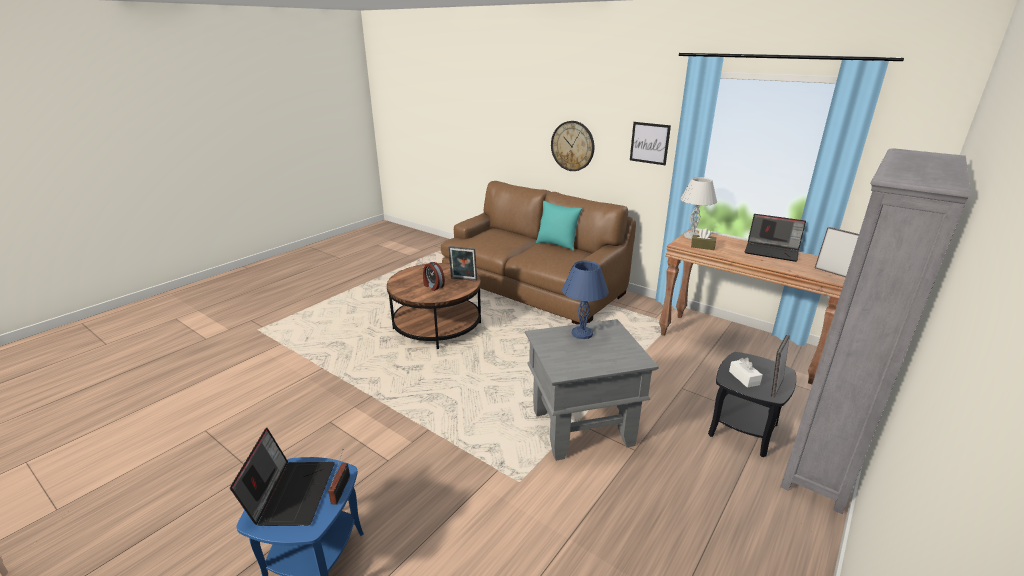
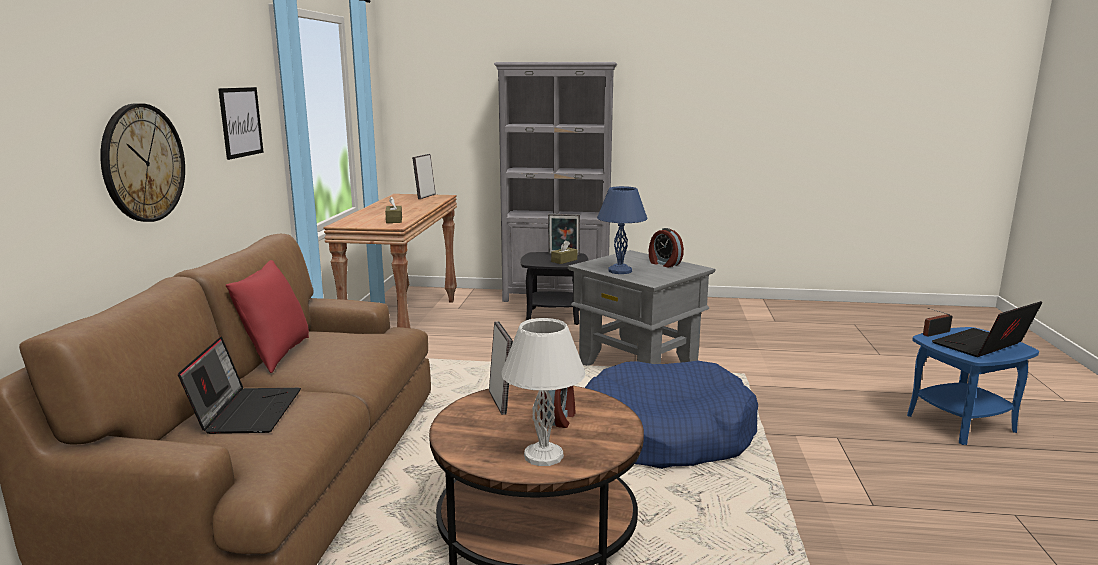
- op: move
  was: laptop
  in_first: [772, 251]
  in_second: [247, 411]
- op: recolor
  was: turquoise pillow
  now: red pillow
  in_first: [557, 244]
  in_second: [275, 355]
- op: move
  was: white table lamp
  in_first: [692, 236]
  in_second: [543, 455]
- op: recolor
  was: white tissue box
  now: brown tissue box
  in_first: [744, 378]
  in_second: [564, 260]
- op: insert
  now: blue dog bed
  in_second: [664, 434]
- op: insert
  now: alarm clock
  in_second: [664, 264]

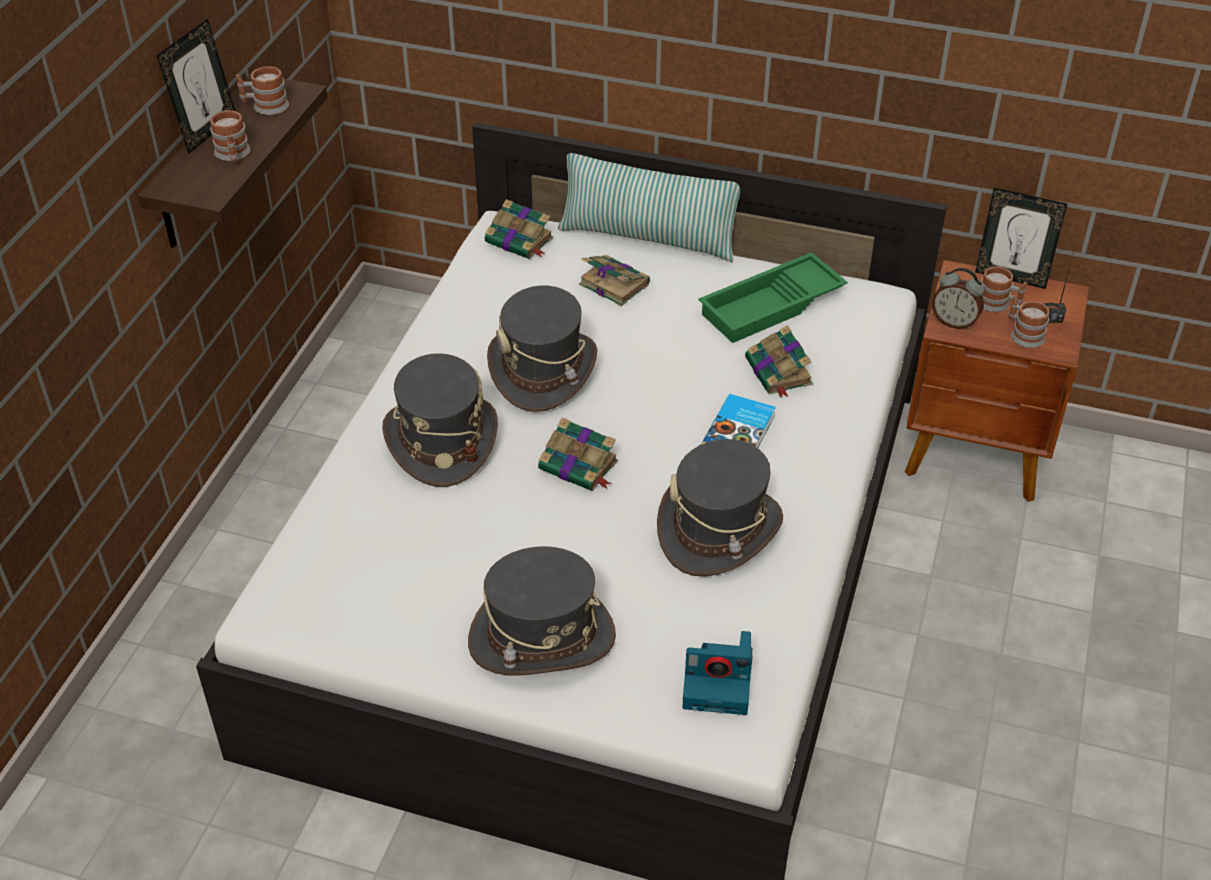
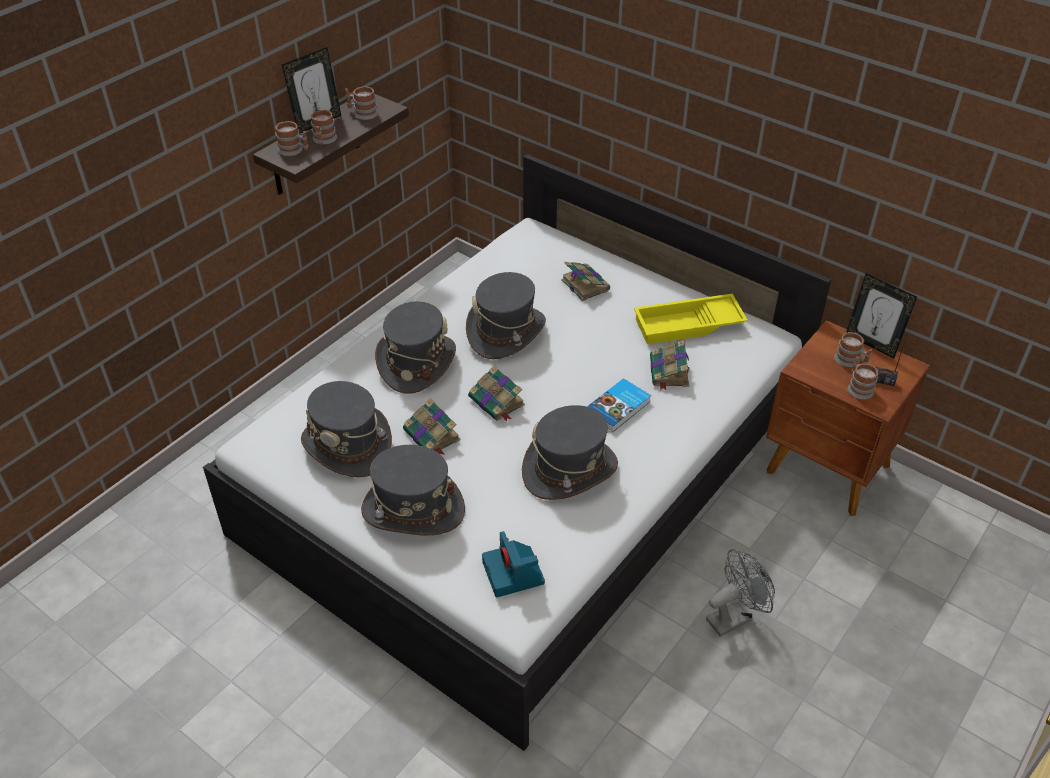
- op: insert
  now: mug
  in_second: [294, 150]
- op: insert
  now: grey hat
  in_second: [348, 445]
- op: move
  was: book
  in_first: [520, 241]
  in_second: [432, 436]
- op: rotate
  was: photo camera
  in_first: [719, 683]
  in_second: [514, 574]
  clockwise: 45
- op: recolor
  was: green tray
  now: yellow tray
  in_first: [772, 307]
  in_second: [688, 326]
- op: insert
  now: grey fan
  in_second: [734, 616]
- op: delete
  was: pillow
  in_first: [648, 238]
- op: delete
  was: alarm clock
  in_first: [954, 322]

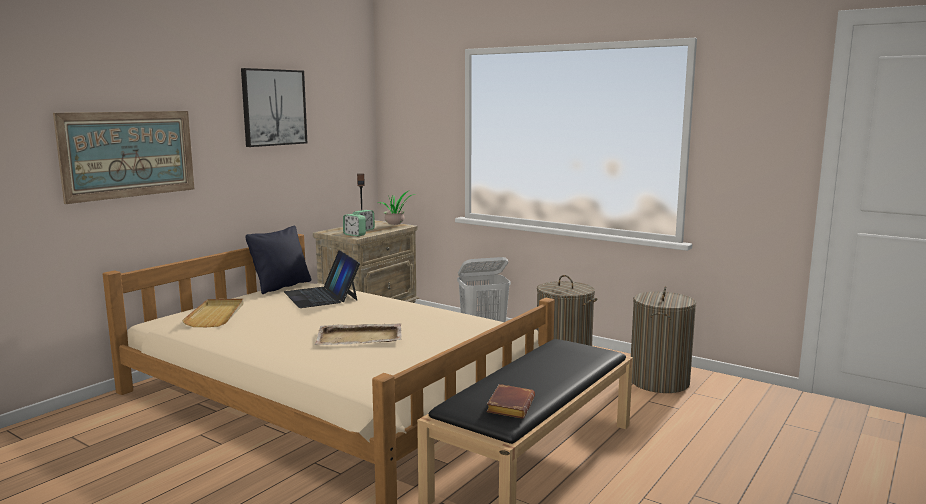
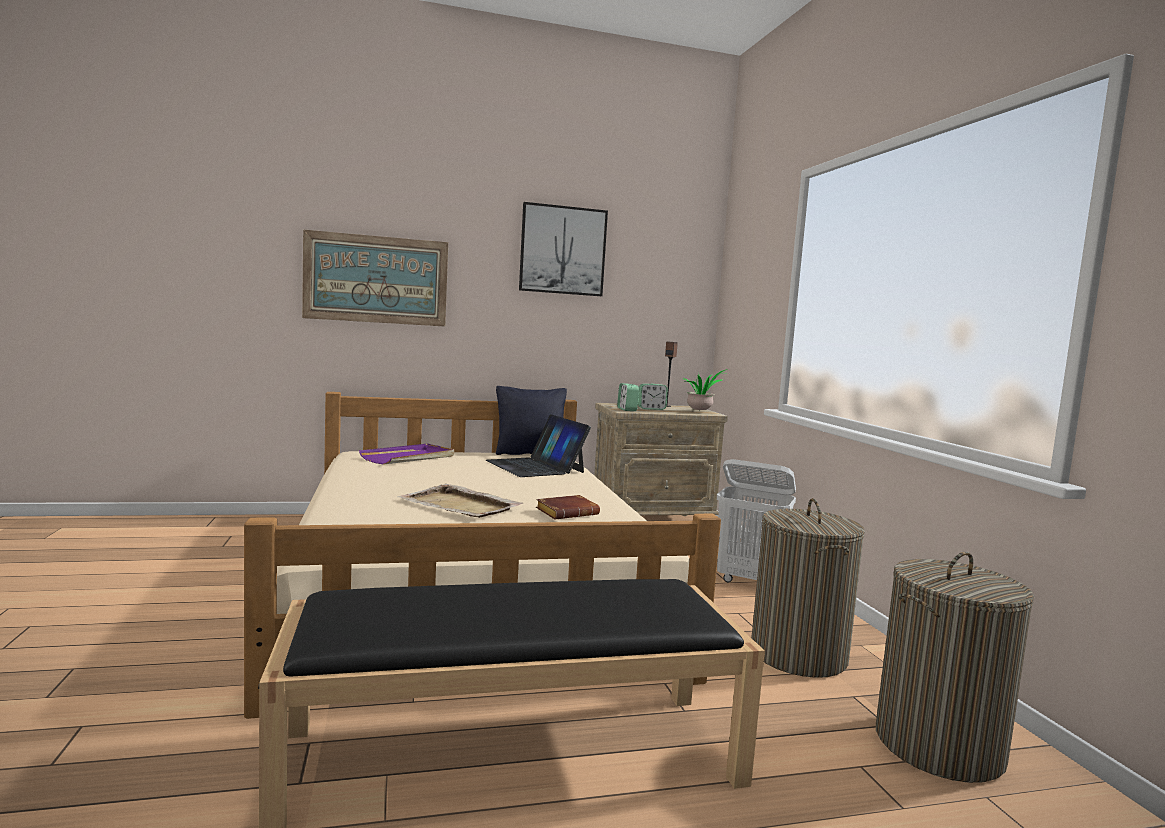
- op: recolor
  was: beige tray
  now: purple tray
  in_first: [216, 315]
  in_second: [409, 457]
- op: rotate
  was: laptop
  in_first: [321, 296]
  in_second: [535, 466]
  clockwise: -45
- op: move
  was: brown book
  in_first: [509, 406]
  in_second: [567, 512]

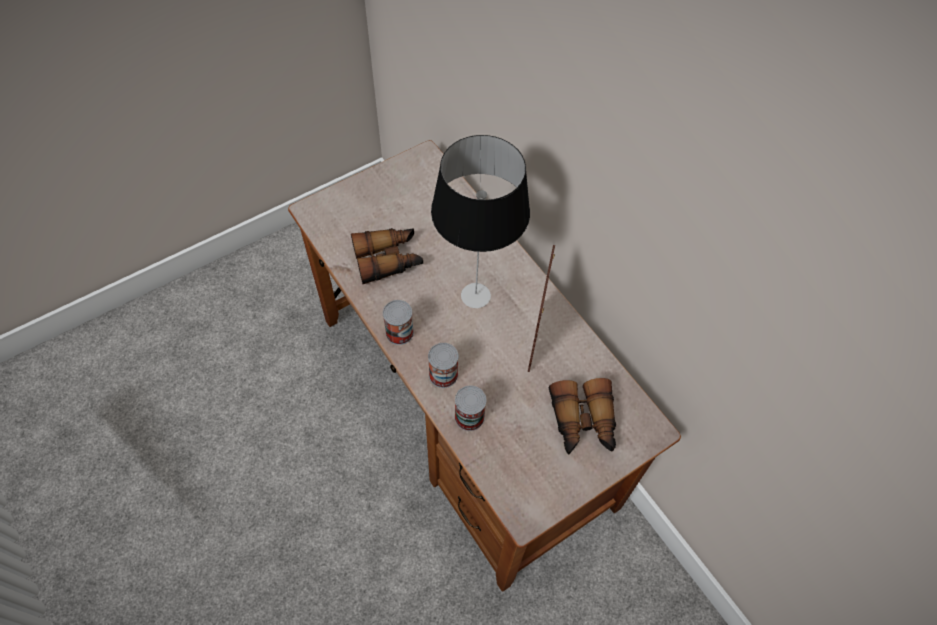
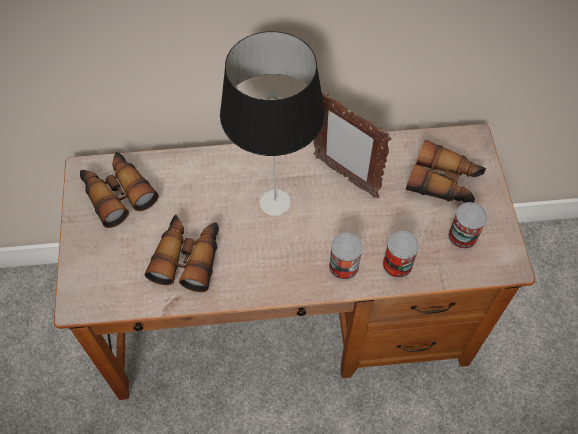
- op: insert
  now: binoculars
  in_second: [117, 193]
- op: move
  was: can
  in_first: [399, 332]
  in_second: [462, 236]

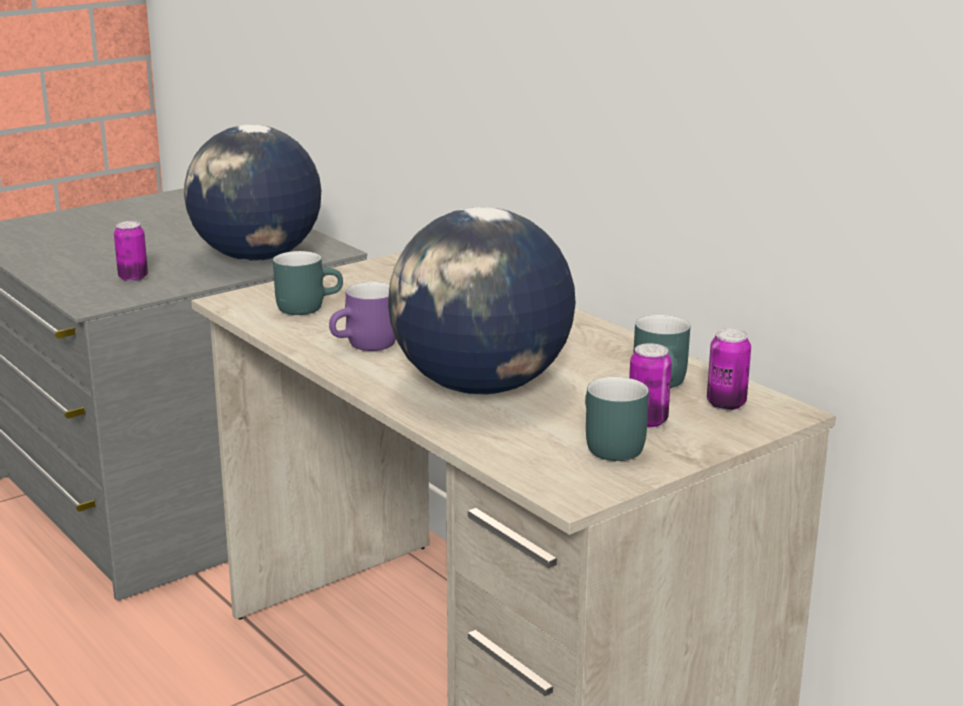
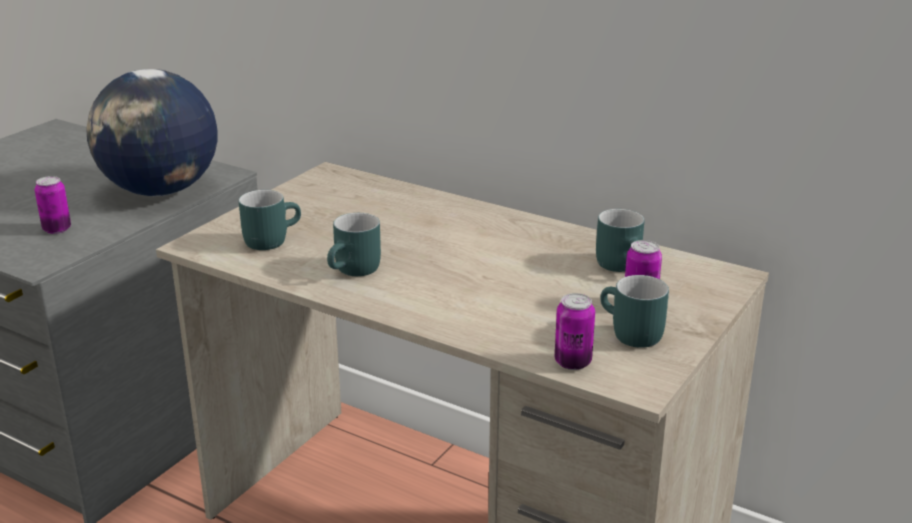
- op: recolor
  was: purple mug
  now: turquoise mug
  in_first: [367, 346]
  in_second: [356, 271]
- op: move
  was: can
  in_first: [726, 404]
  in_second: [572, 362]
- op: delete
  was: globe
  in_first: [479, 387]

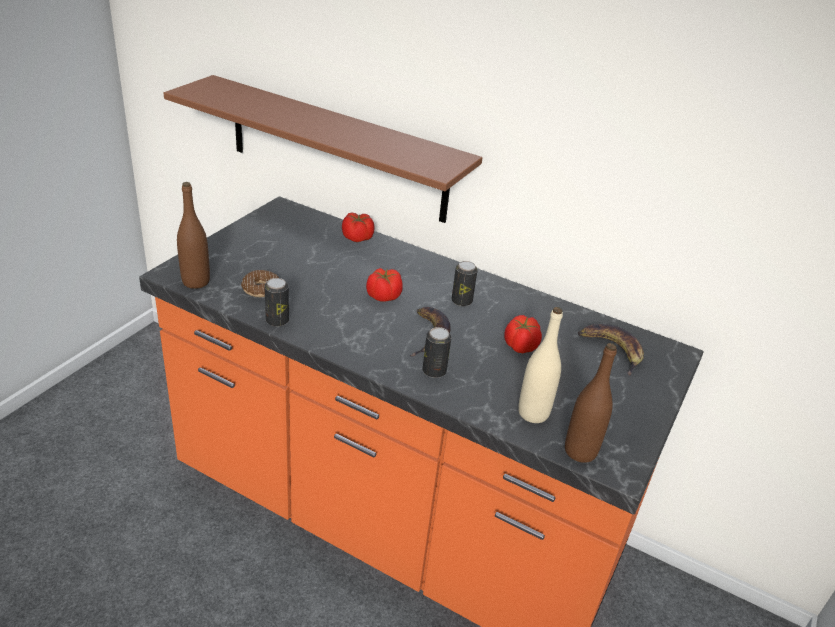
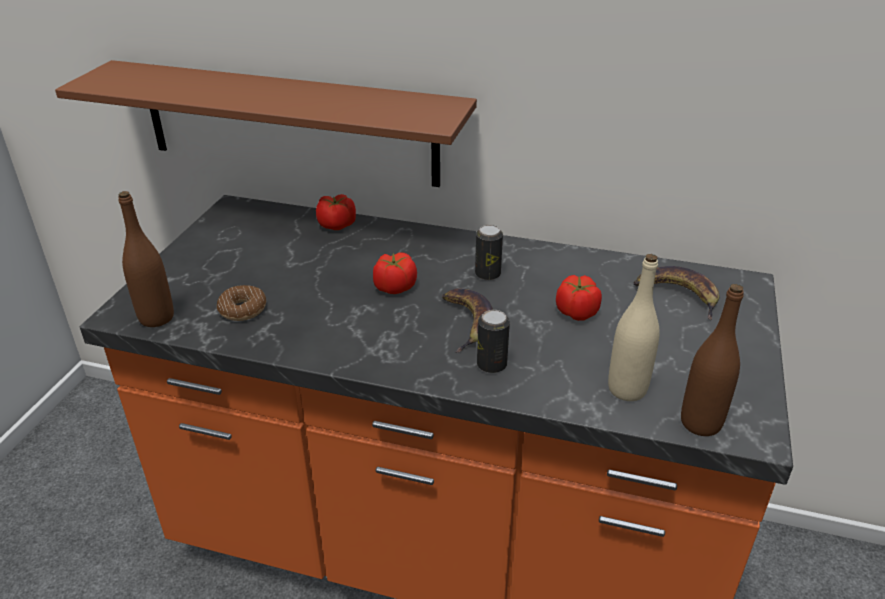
- op: delete
  was: can
  in_first: [277, 321]

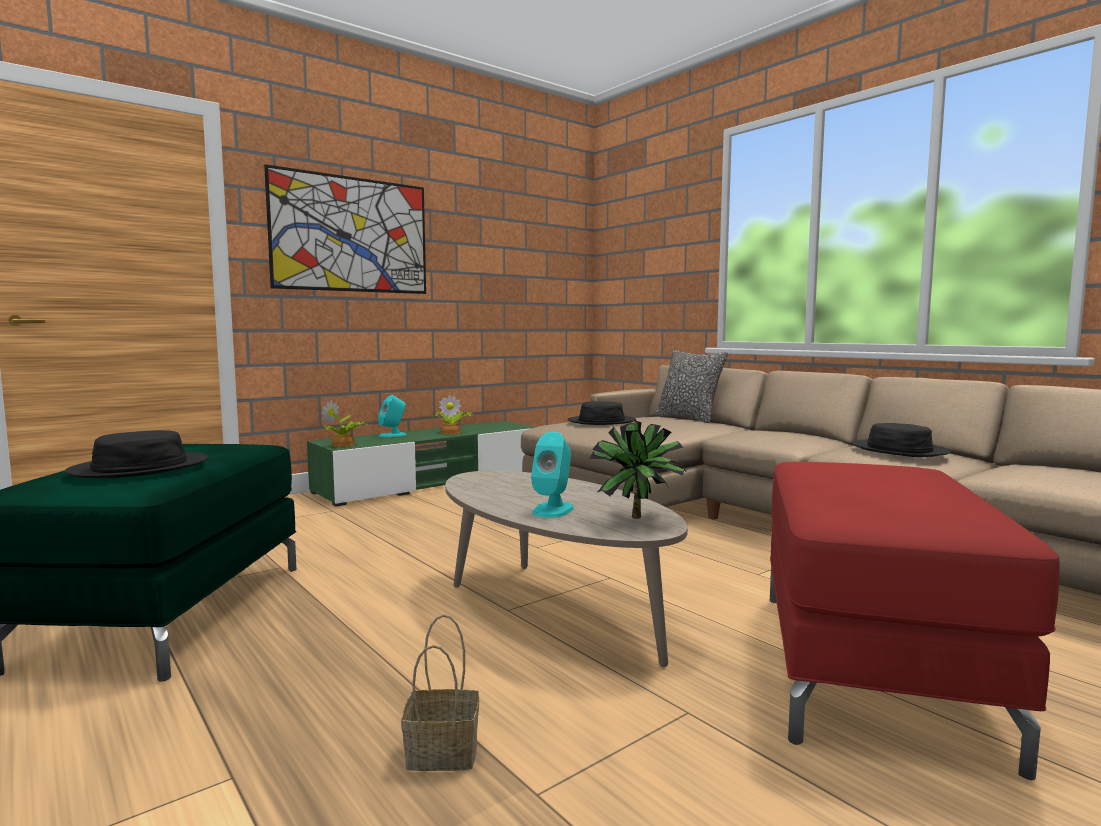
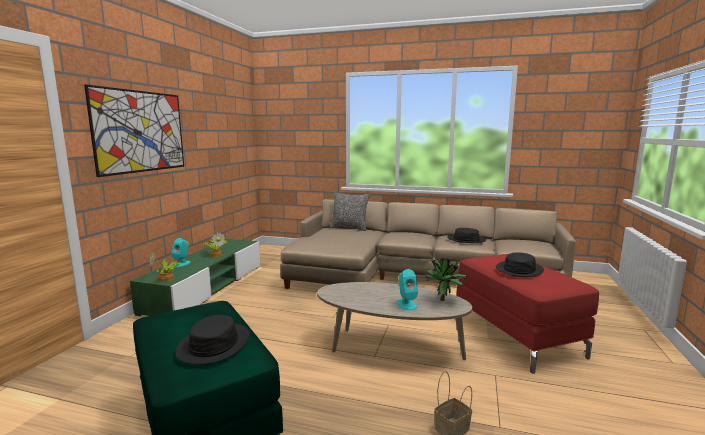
- op: move
  was: black hat
  in_first: [601, 421]
  in_second: [519, 269]

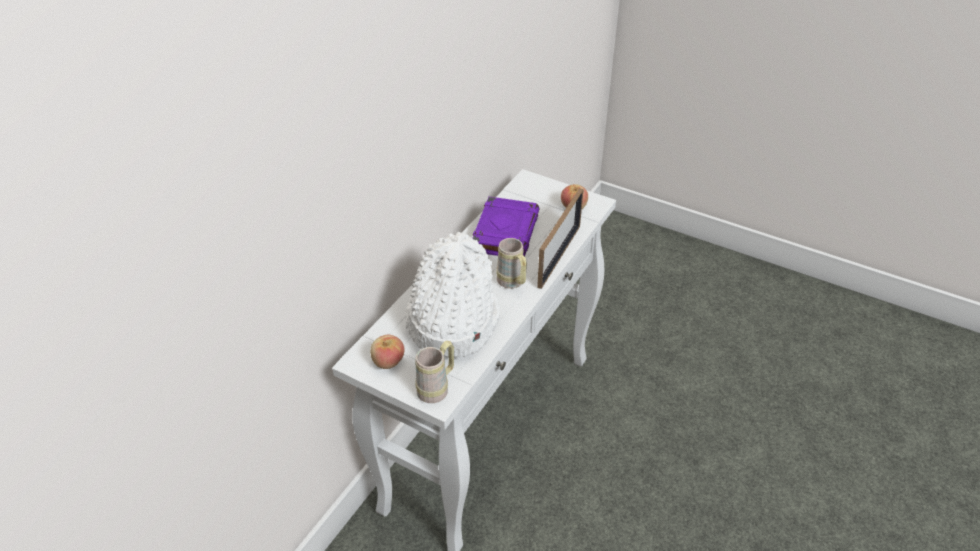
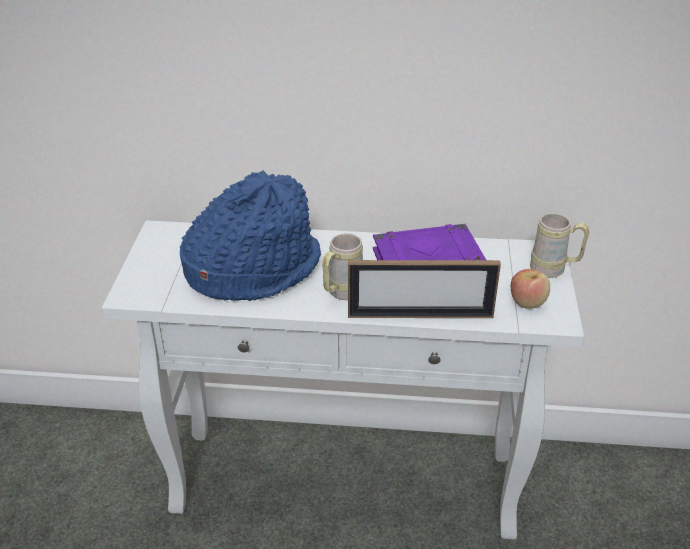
- op: recolor
  was: white hat
  now: blue hat
  in_first: [451, 319]
  in_second: [253, 268]
- op: move
  was: beige mug
  in_first: [437, 388]
  in_second: [554, 270]
- op: delete
  was: apple
  in_first: [388, 362]

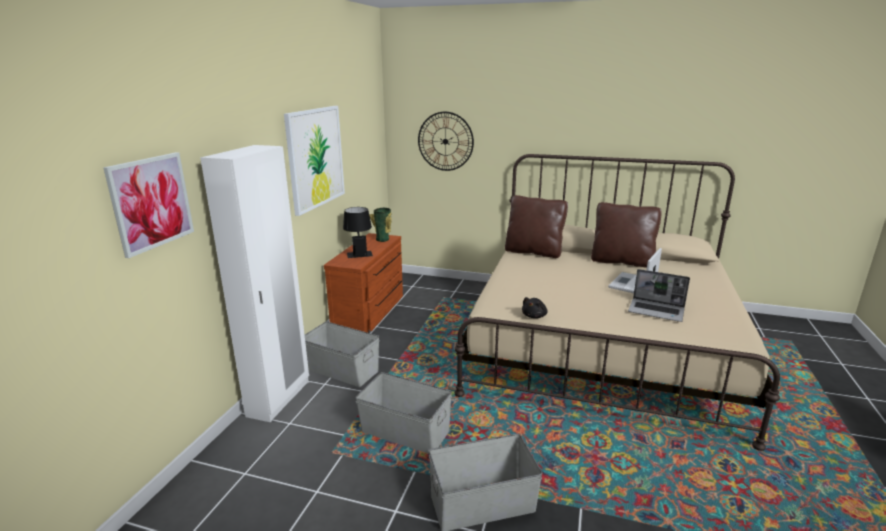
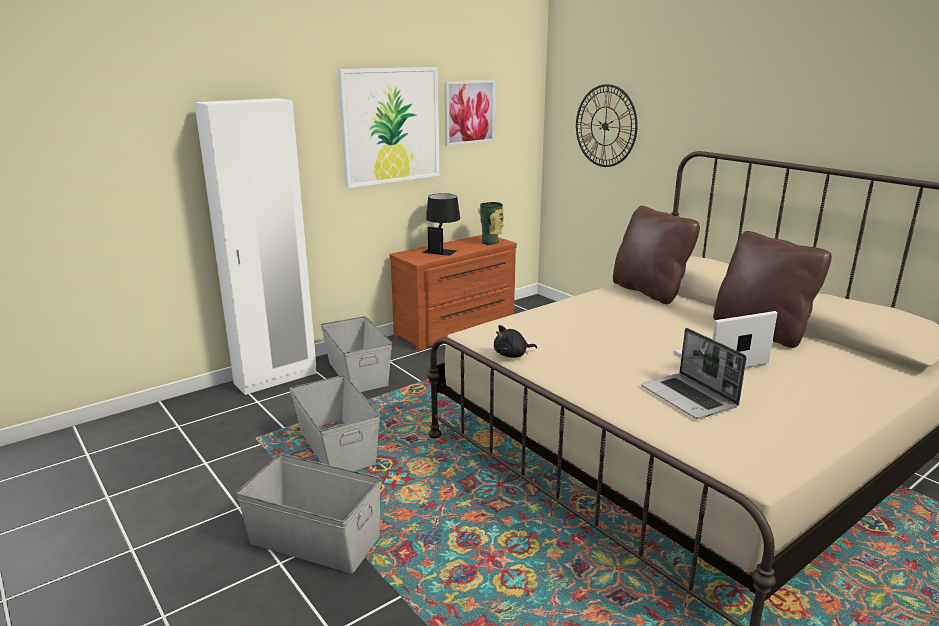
- op: move
  was: picture
  in_first: [151, 202]
  in_second: [469, 112]

